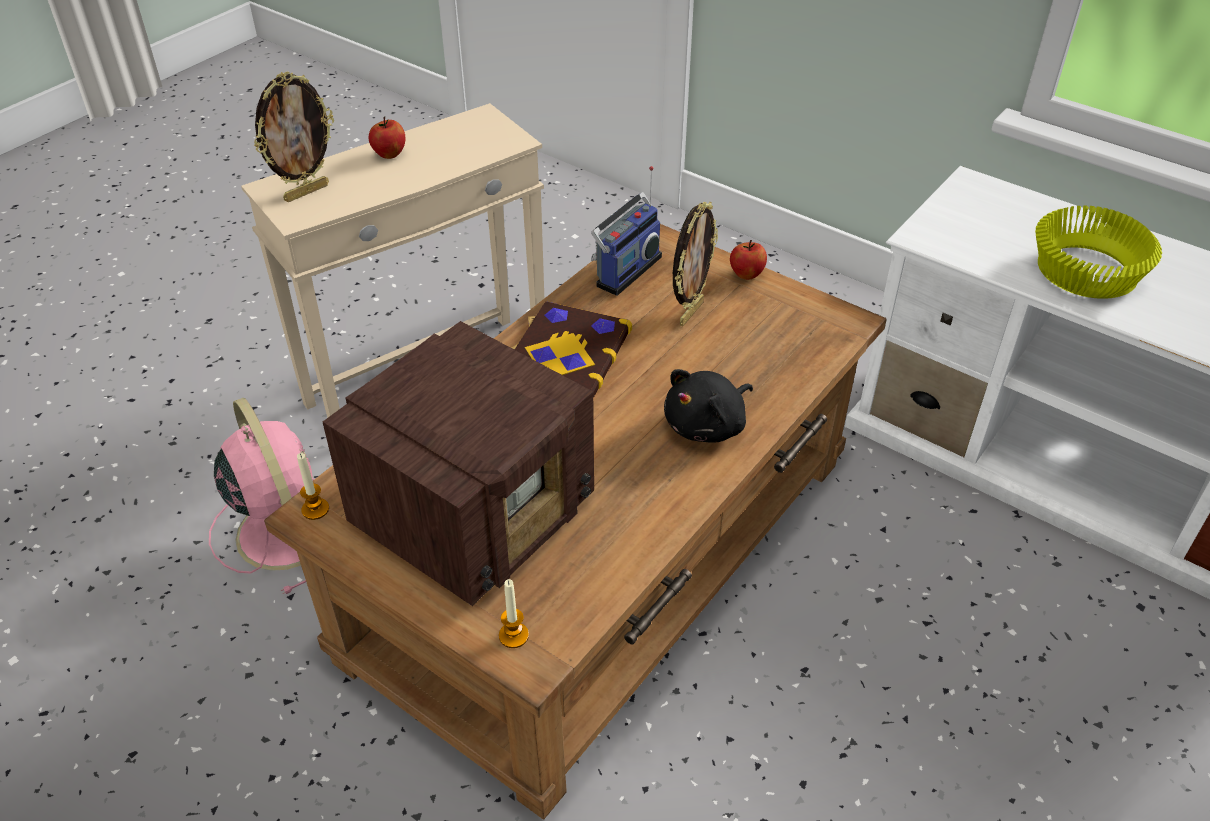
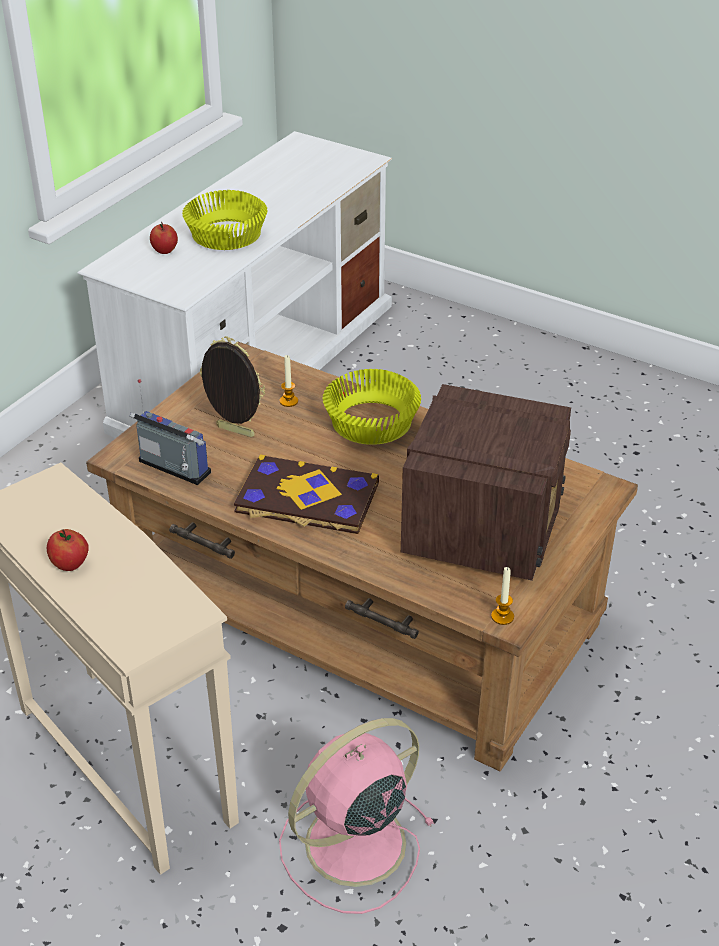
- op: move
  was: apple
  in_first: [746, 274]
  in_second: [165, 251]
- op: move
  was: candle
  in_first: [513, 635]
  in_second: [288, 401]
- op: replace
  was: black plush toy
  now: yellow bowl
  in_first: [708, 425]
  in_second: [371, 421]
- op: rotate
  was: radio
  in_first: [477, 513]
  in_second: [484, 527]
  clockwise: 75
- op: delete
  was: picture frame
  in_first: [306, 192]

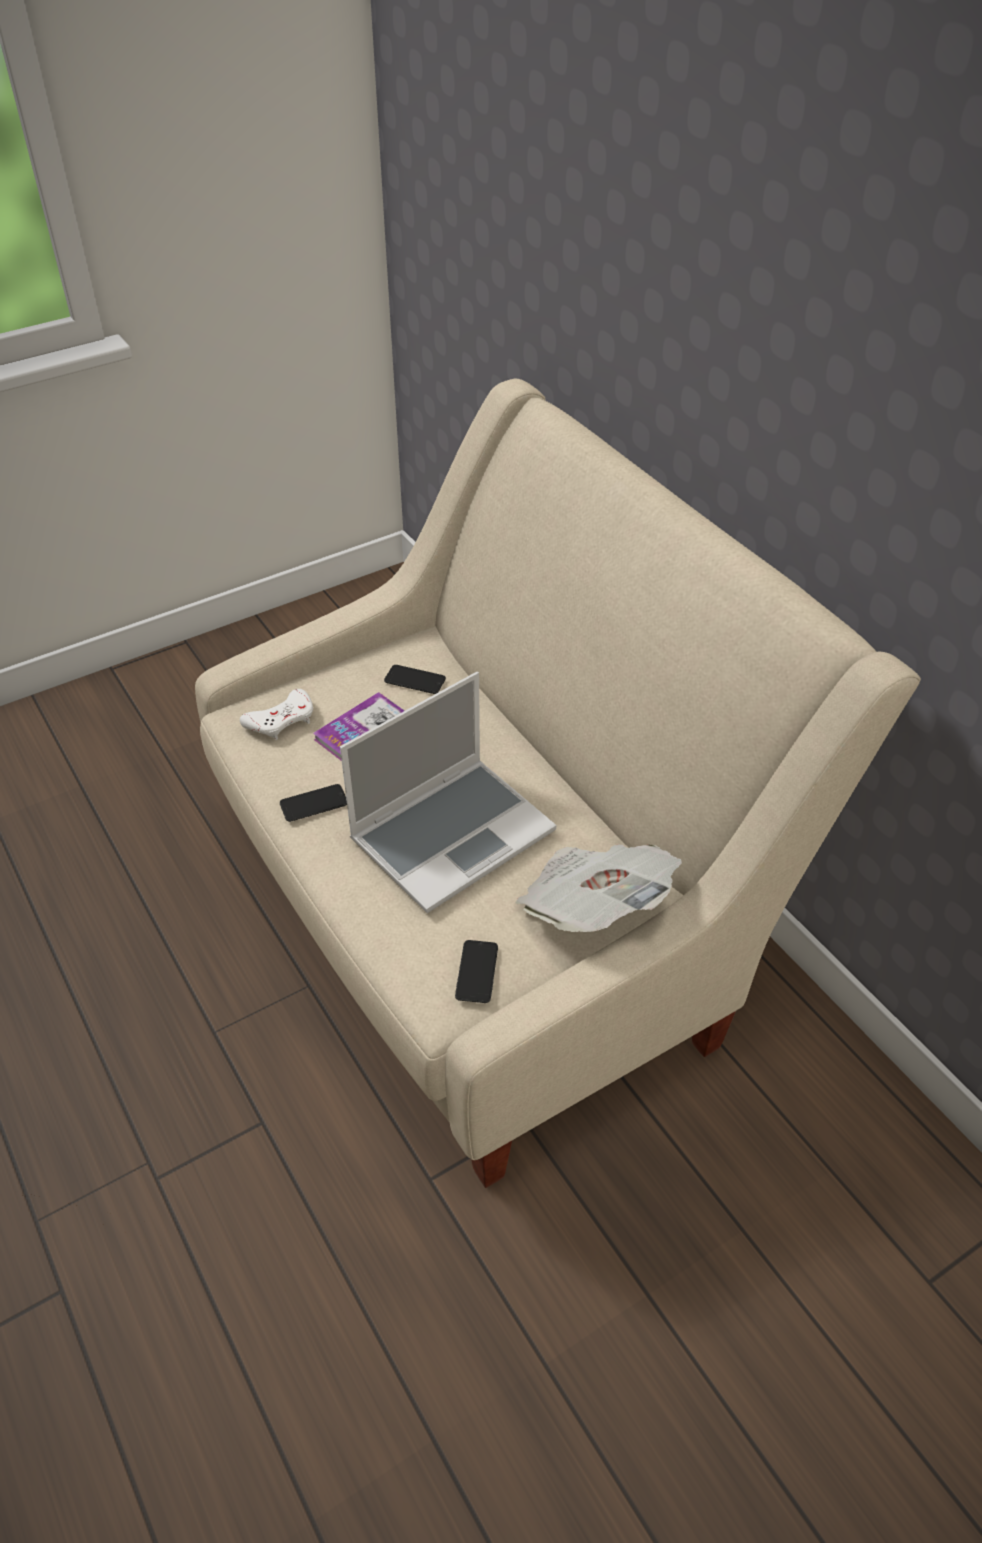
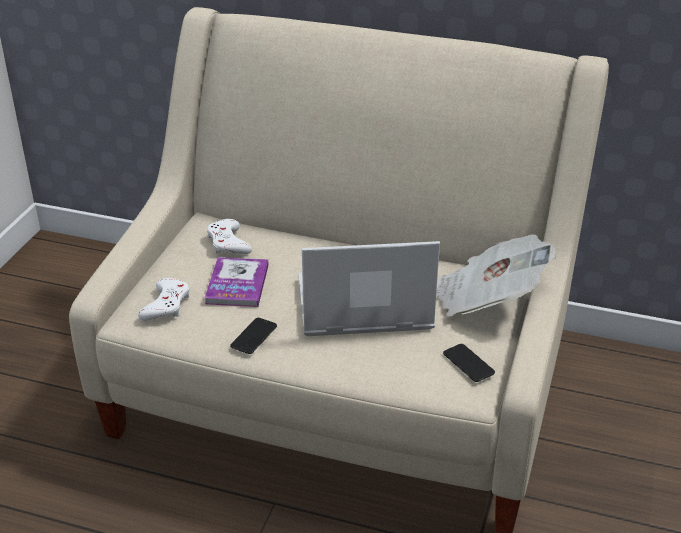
- op: replace
  was: phone
  now: white game controller
  in_first: [415, 680]
  in_second: [228, 243]
- op: rotate
  was: laptop
  in_first: [453, 833]
  in_second: [362, 306]
  clockwise: -105

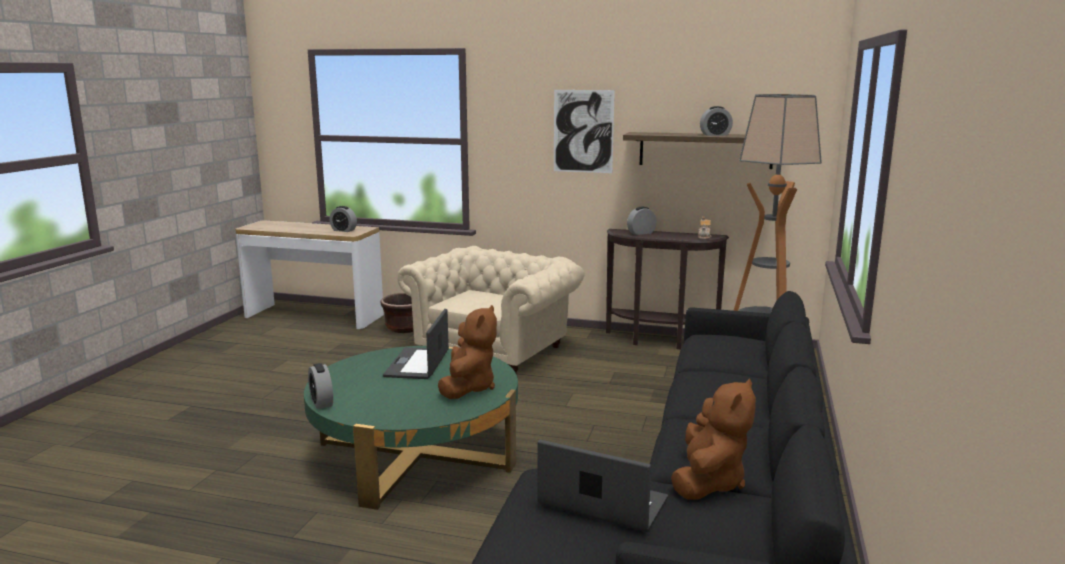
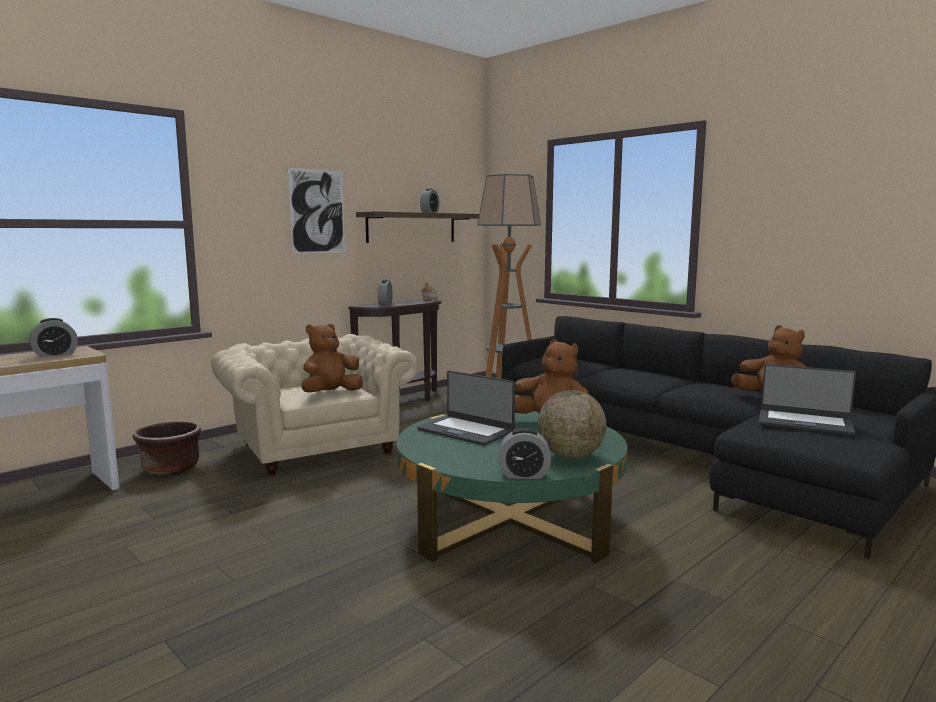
- op: insert
  now: brown plush toy
  in_second: [331, 393]
- op: insert
  now: globe
  in_second: [570, 456]
- op: rotate
  was: laptop
  in_first: [602, 503]
  in_second: [804, 422]
  clockwise: -120

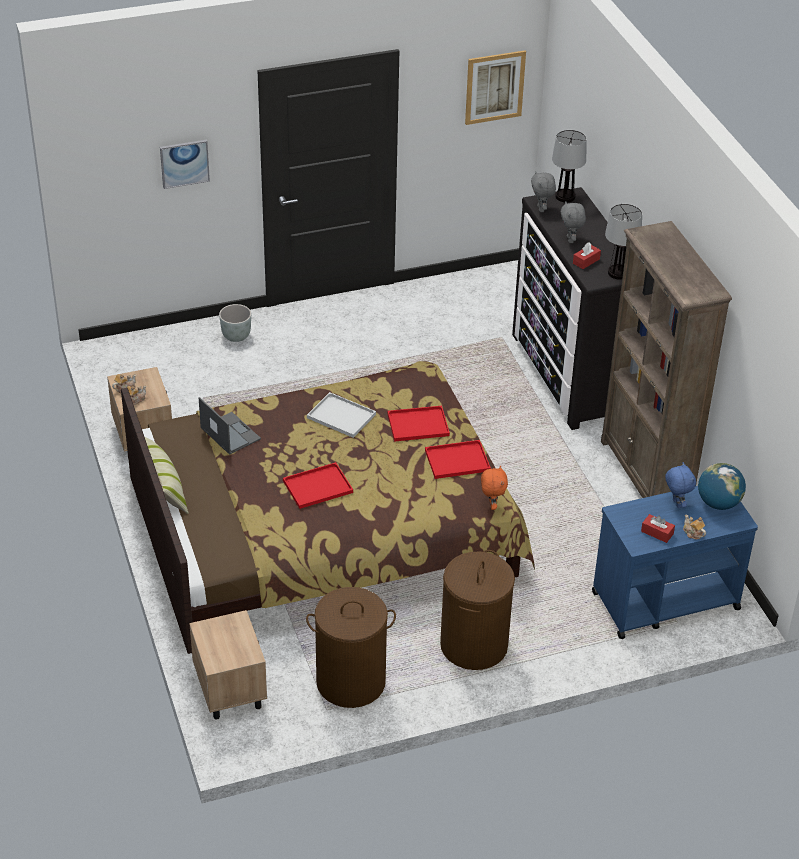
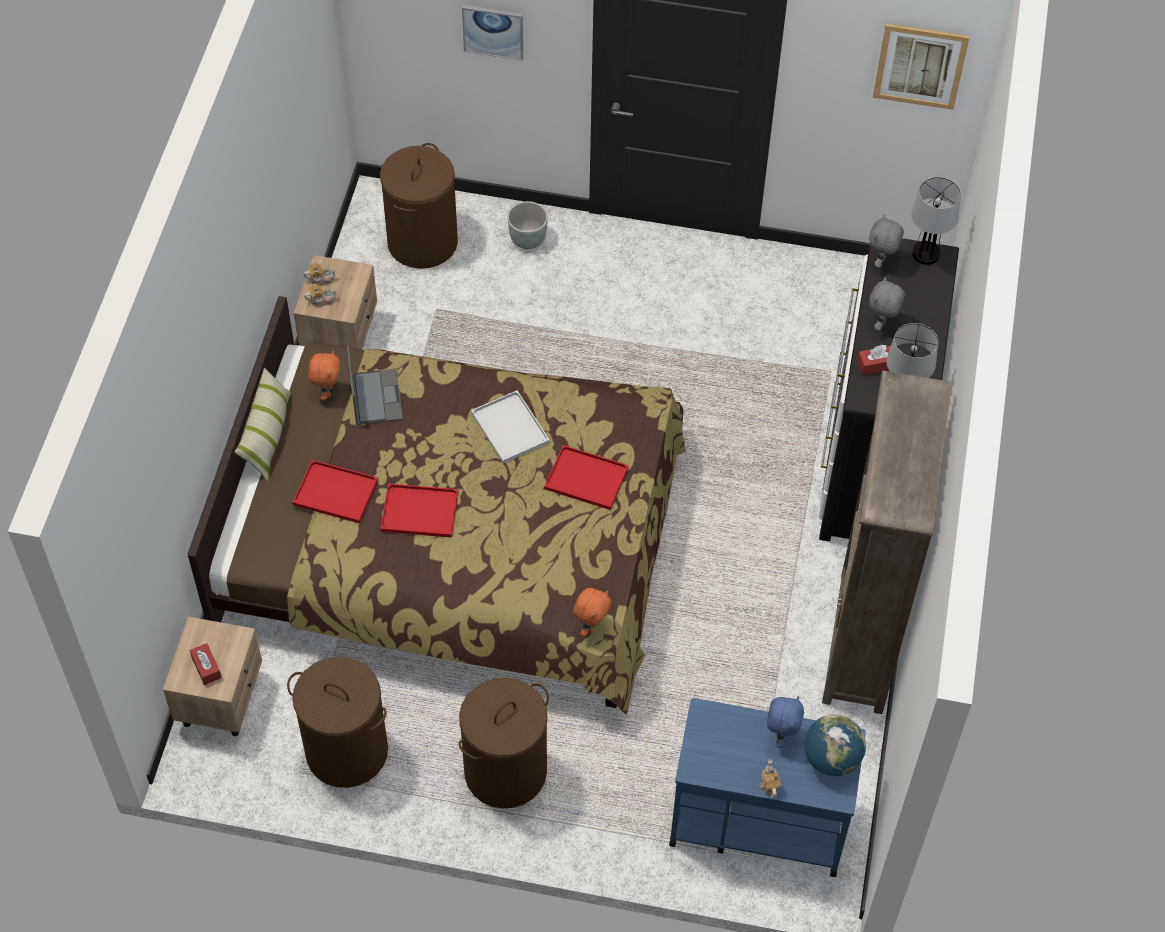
- op: move
  was: red tissue box
  in_first: [657, 532]
  in_second: [206, 667]
- op: move
  was: red tray
  in_first: [458, 460]
  in_second: [337, 492]
- op: insert
  now: orange plush toy
  in_second: [327, 391]
- op: insert
  now: brown laundry basket
  in_second: [422, 242]

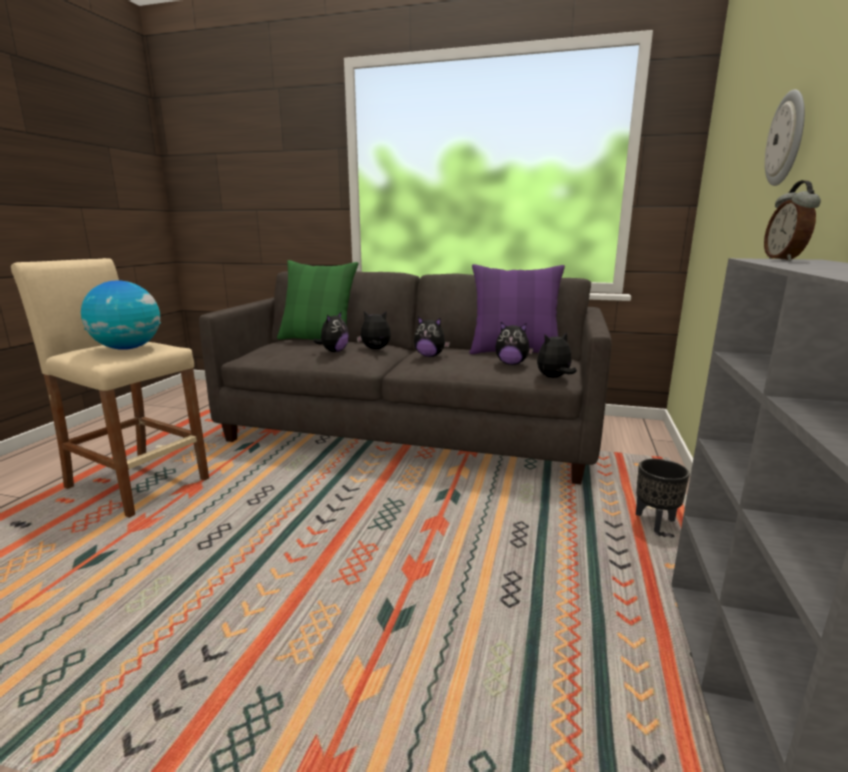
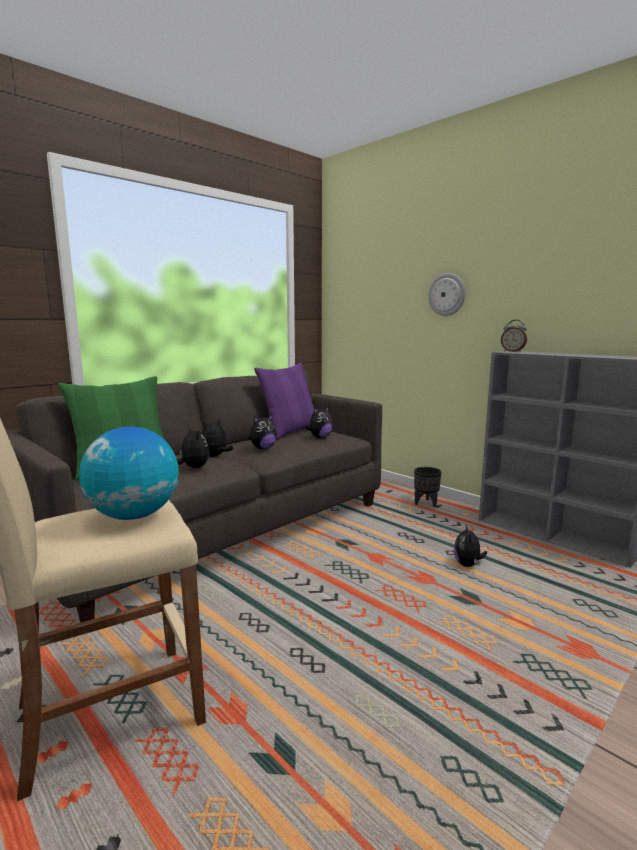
- op: move
  was: plush toy
  in_first: [554, 378]
  in_second: [468, 565]

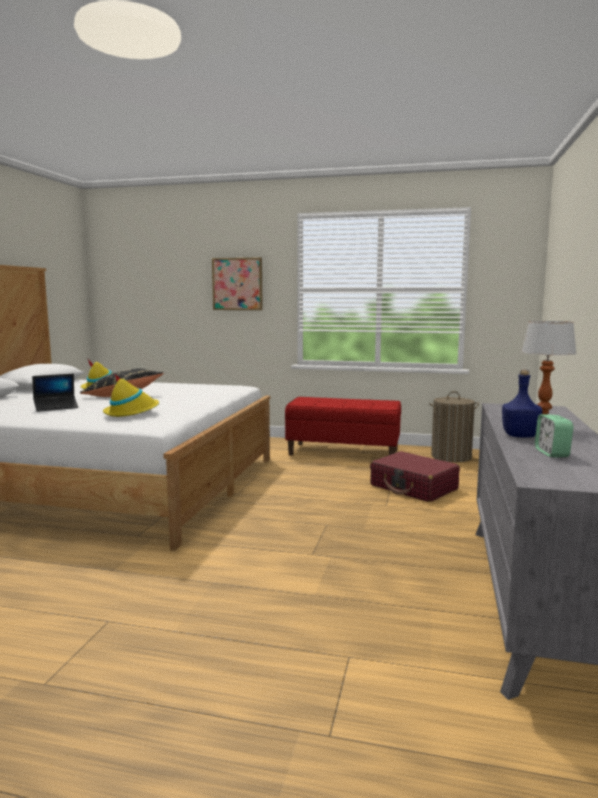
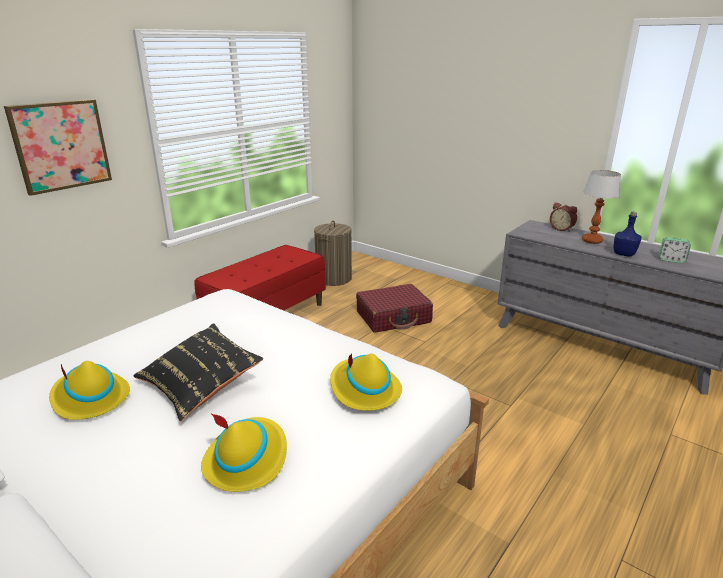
- op: replace
  was: laptop
  now: yellow hat
  in_first: [56, 407]
  in_second: [246, 459]
- op: insert
  now: alarm clock
  in_second: [562, 229]

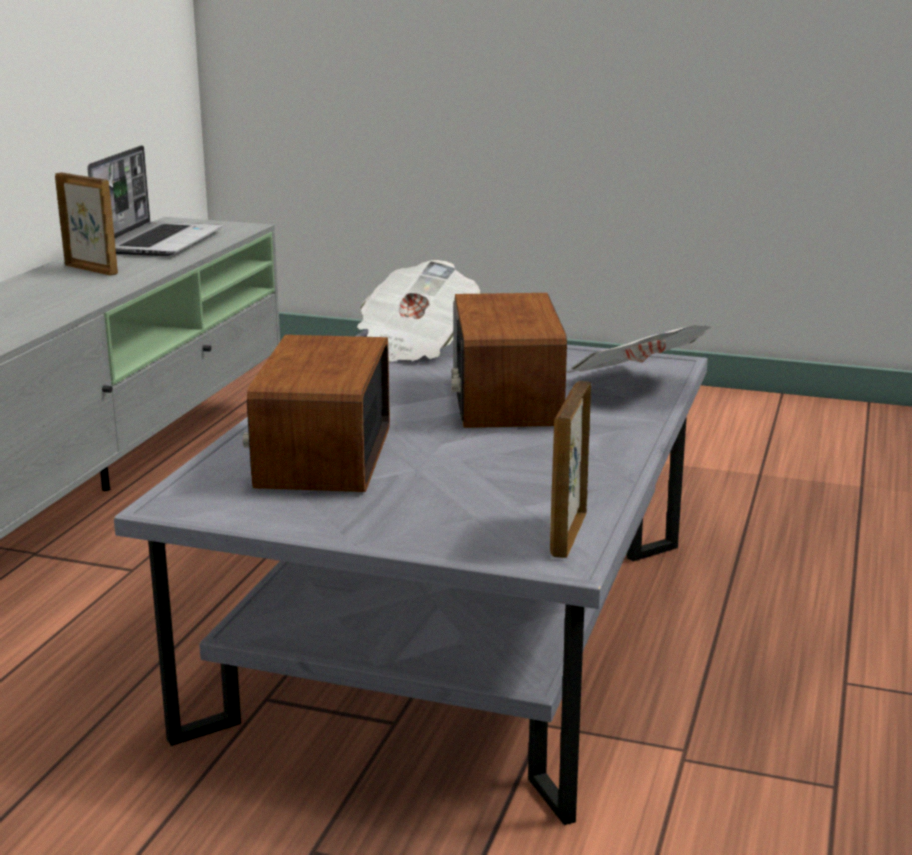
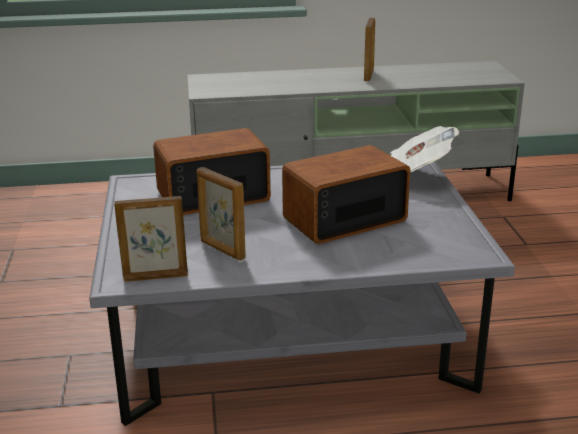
- op: insert
  now: picture frame
  in_second: [222, 250]
- op: delete
  was: laptop
  in_first: [160, 241]
- op: delete
  was: newspaper
  in_first: [634, 386]

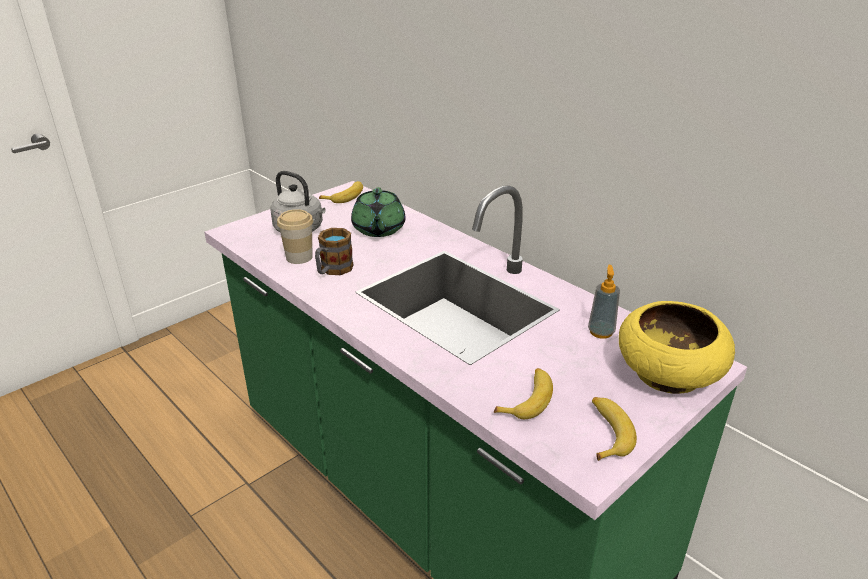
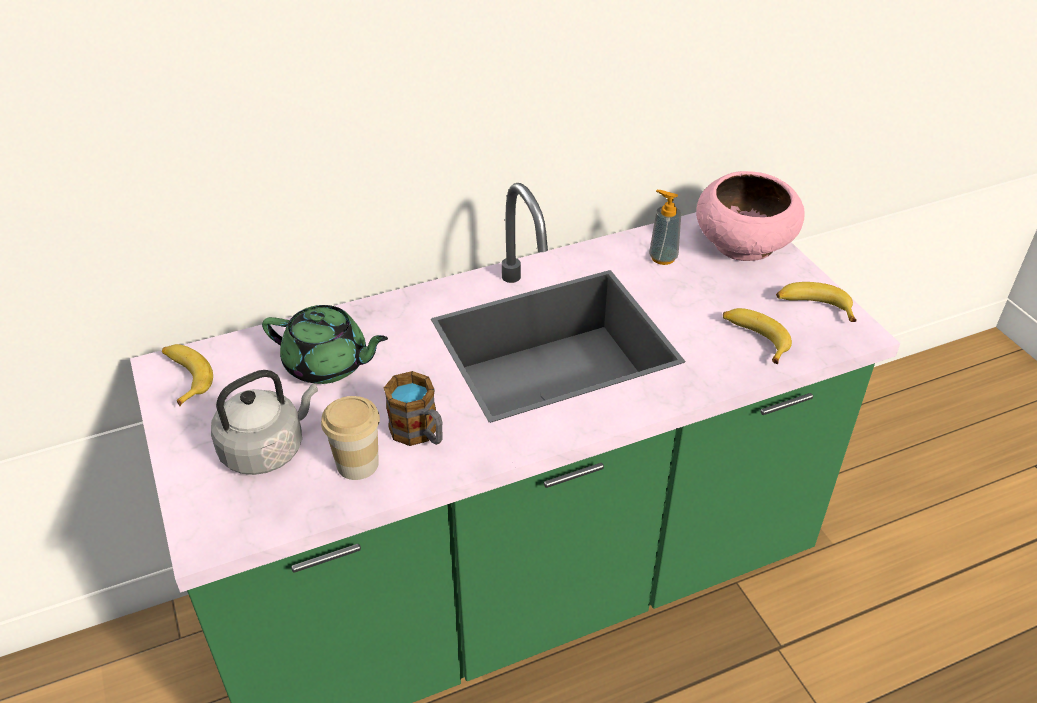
- op: recolor
  was: yellow bowl
  now: pink bowl
  in_first: [668, 375]
  in_second: [745, 244]

